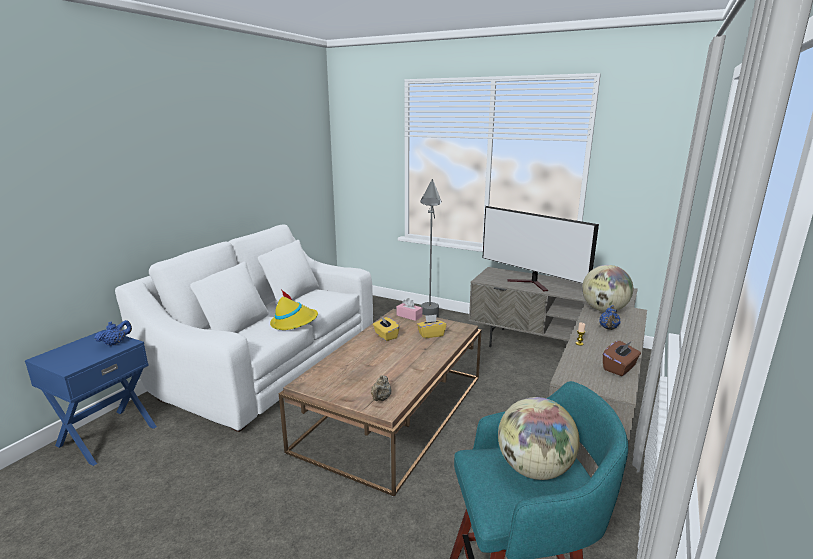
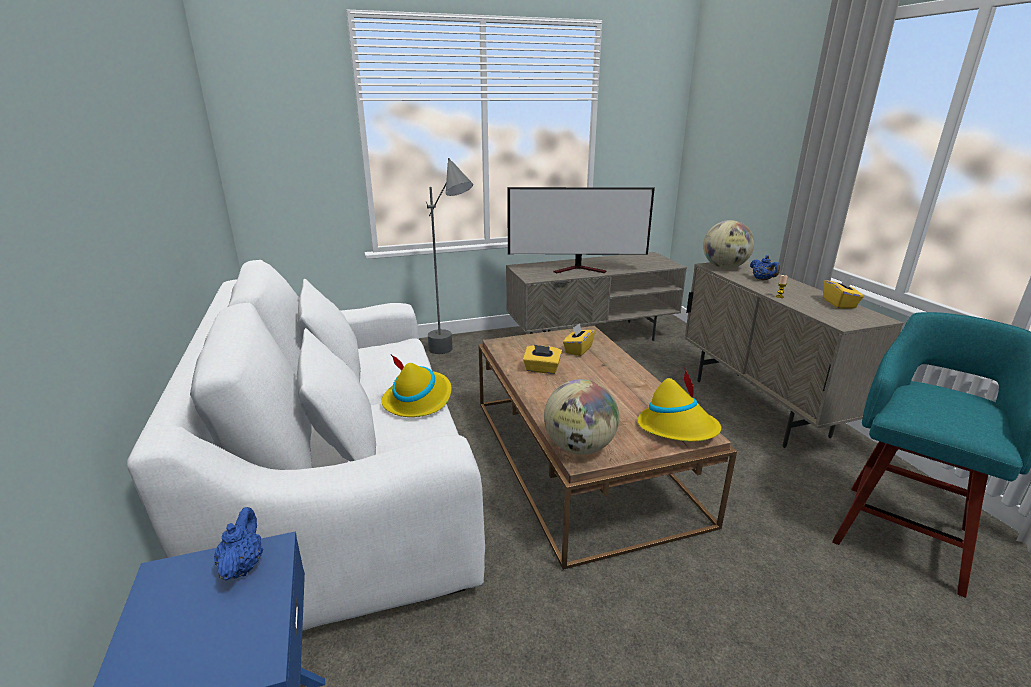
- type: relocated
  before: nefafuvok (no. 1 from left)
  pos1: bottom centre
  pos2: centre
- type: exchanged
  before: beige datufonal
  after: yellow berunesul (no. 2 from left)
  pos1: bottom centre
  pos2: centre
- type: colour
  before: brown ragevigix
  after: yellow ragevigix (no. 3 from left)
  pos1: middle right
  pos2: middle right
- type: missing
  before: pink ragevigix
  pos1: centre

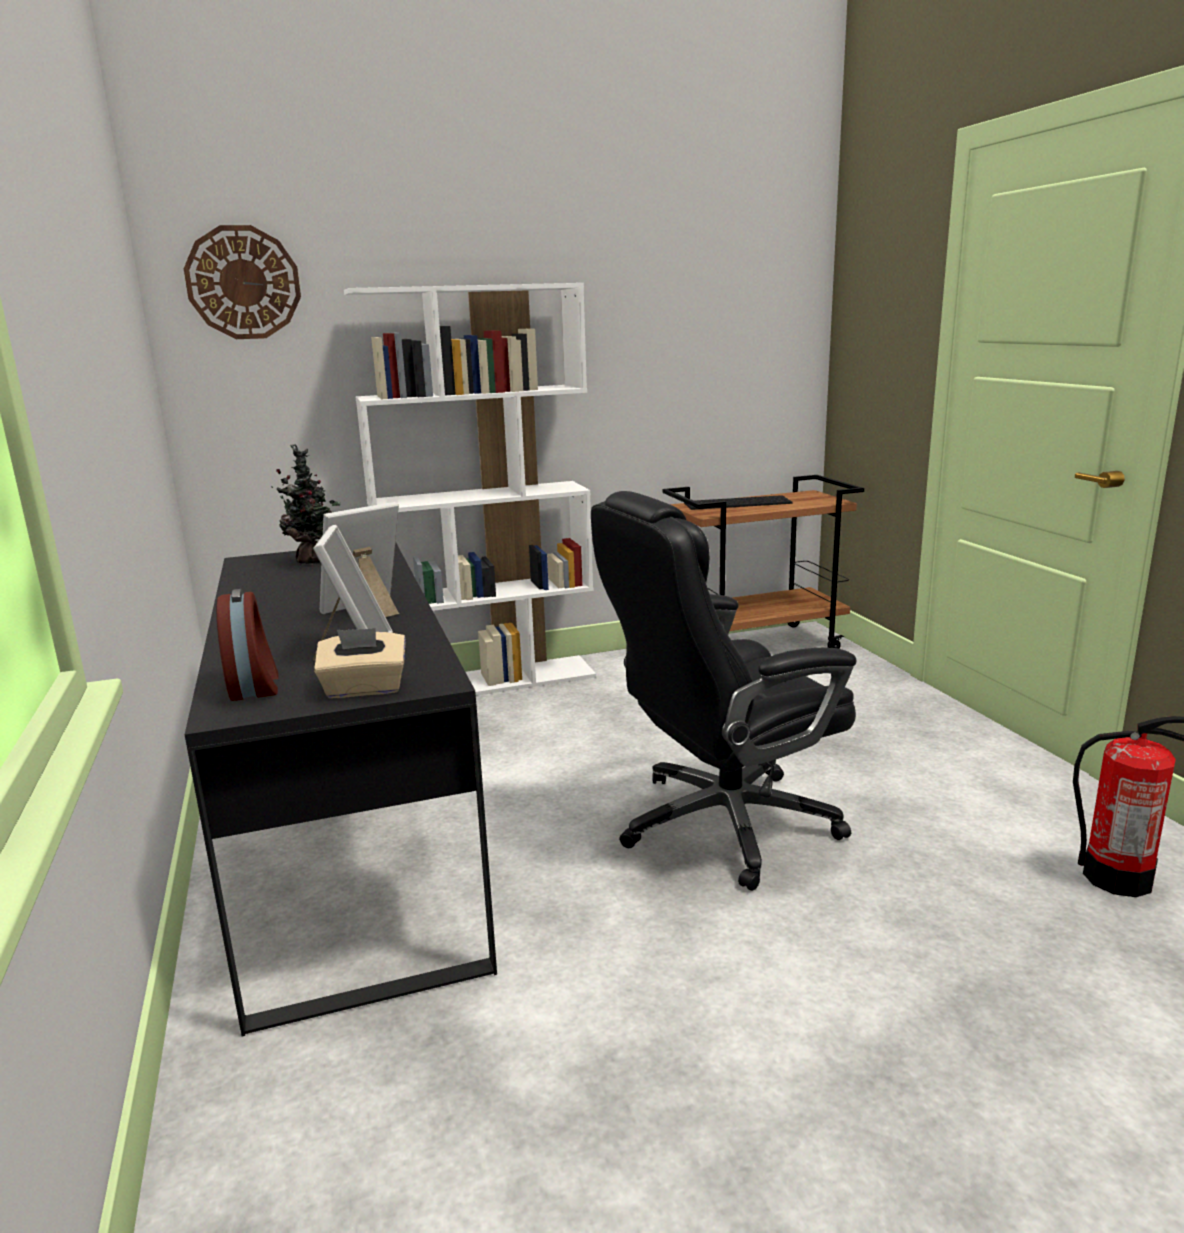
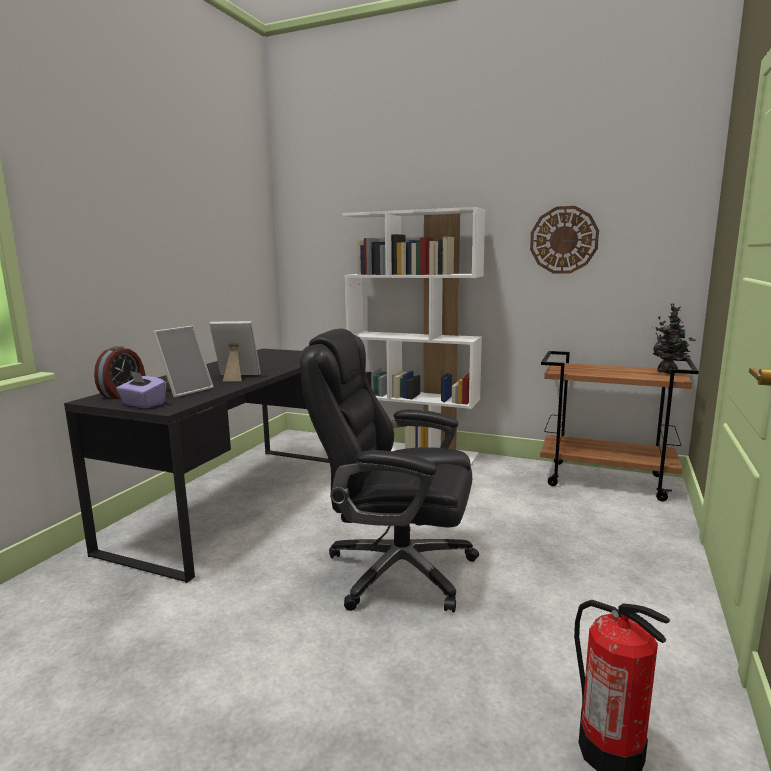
- type: colour
  before: beige ragevigix
  after: purple ragevigix
  pos1: middle left
  pos2: middle left
- type: relocated
  before: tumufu
  pos1: top left
  pos2: top right
- type: relocated
  before: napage
  pos1: middle left
  pos2: middle right
- type: missing
  before: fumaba
  pos1: centre

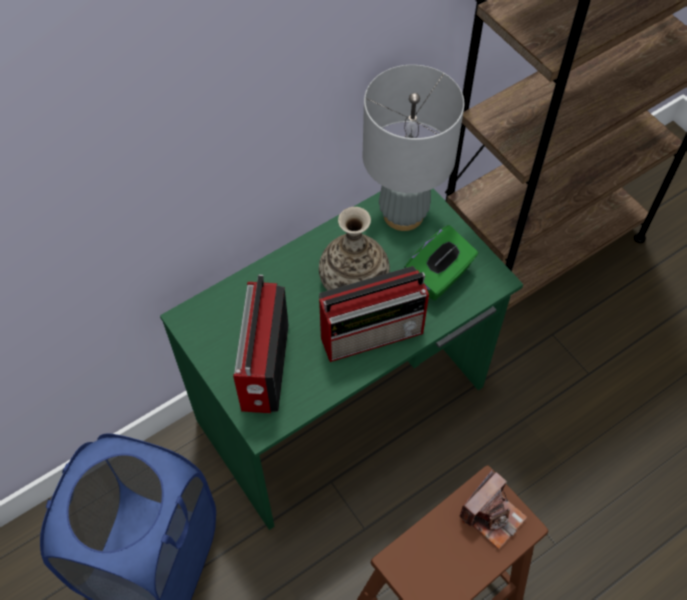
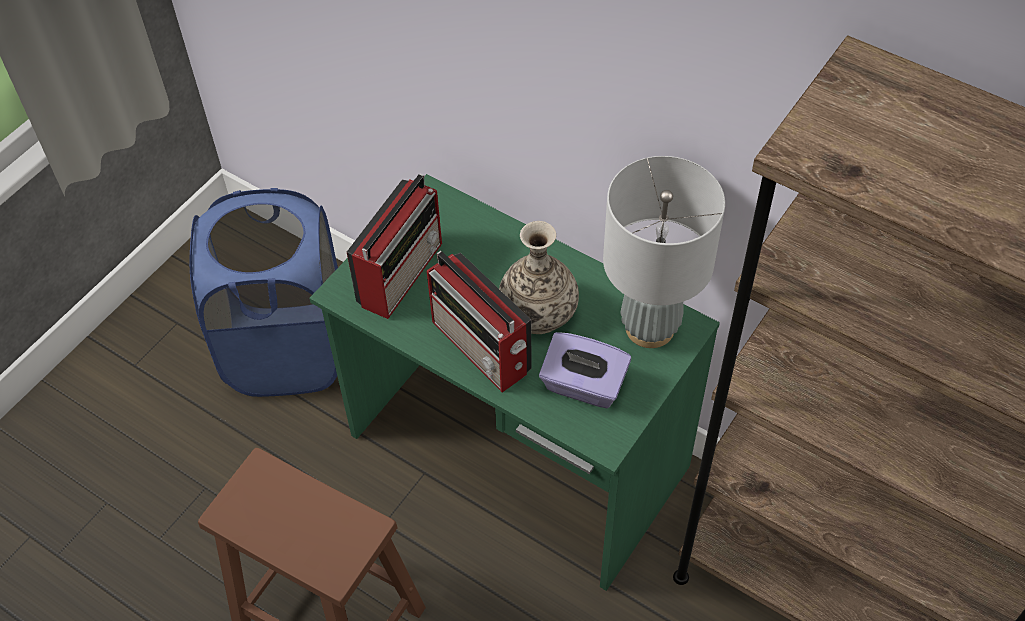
- type: spun
  before: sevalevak (no. 1 from left)
  pos1: centre
  pos2: centre
  turn: 135
- type: colour
  before: green ragevigix
  after: purple ragevigix
  pos1: centre
  pos2: centre
- type: missing
  before: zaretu
  pos1: bottom right

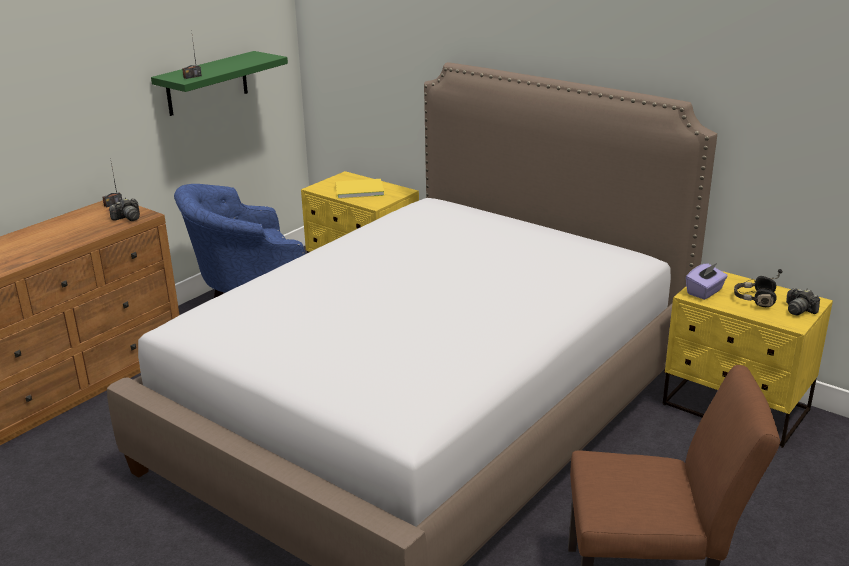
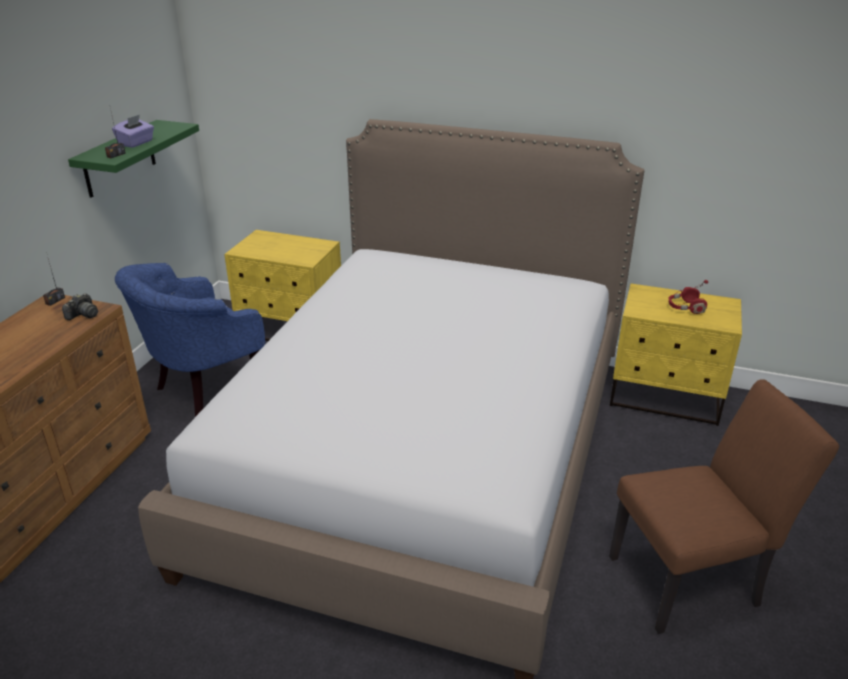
- type: relocated
  before: purple ragevigix
  pos1: middle right
  pos2: top left
- type: colour
  before: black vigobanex
  after: red vigobanex
  pos1: middle right
  pos2: middle right
- type: missing
  before: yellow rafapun
  pos1: centre
- type: missing
  before: zaretu (no. 2 from left)
  pos1: middle right

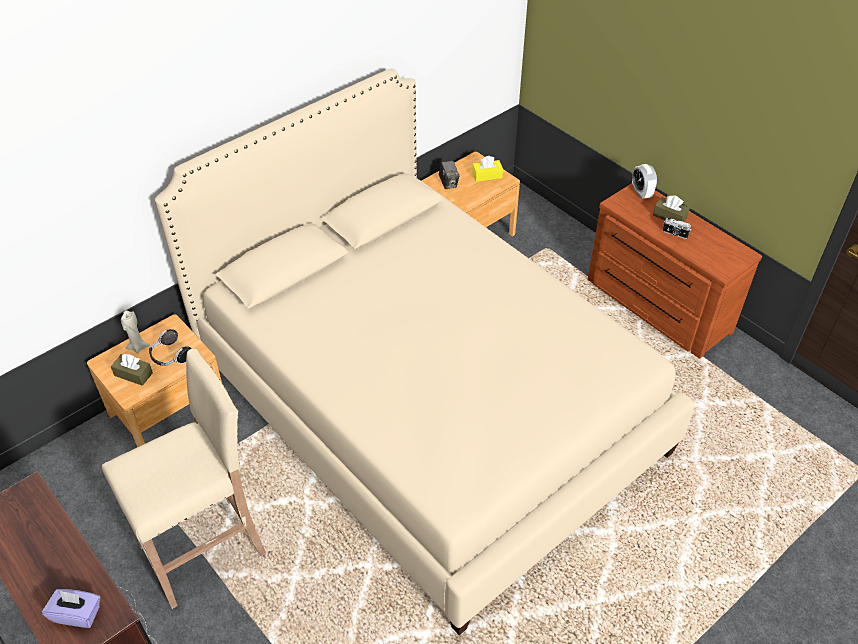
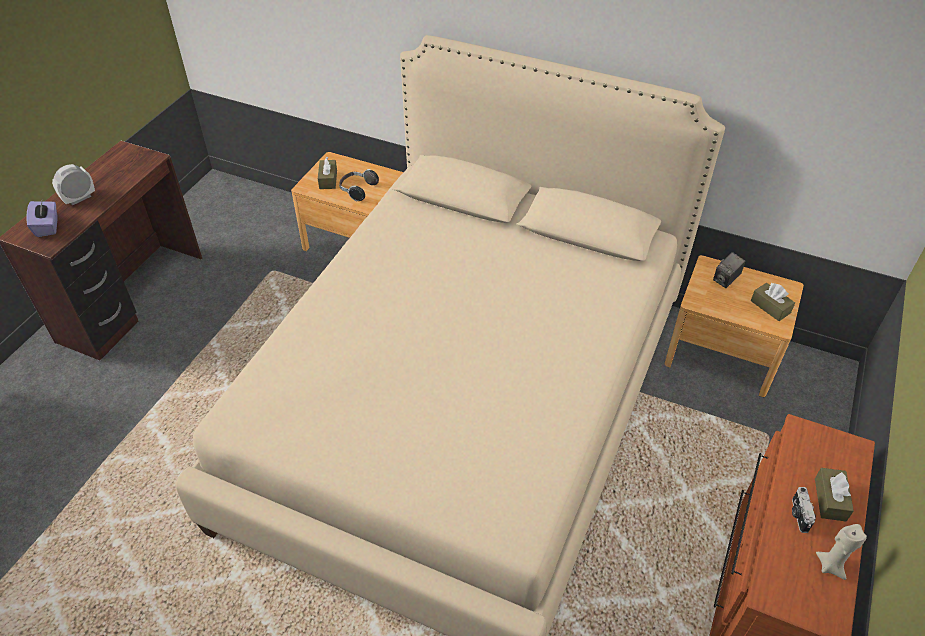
- type: relocated
  before: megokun
  pos1: top right
  pos2: top left
- type: colour
  before: yellow ragevigix
  after: brown ragevigix (no. 2 from left)
  pos1: top centre
  pos2: middle right
- type: relocated
  before: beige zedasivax
  pos1: middle left
  pos2: bottom right
- type: missing
  before: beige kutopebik
  pos1: bottom left

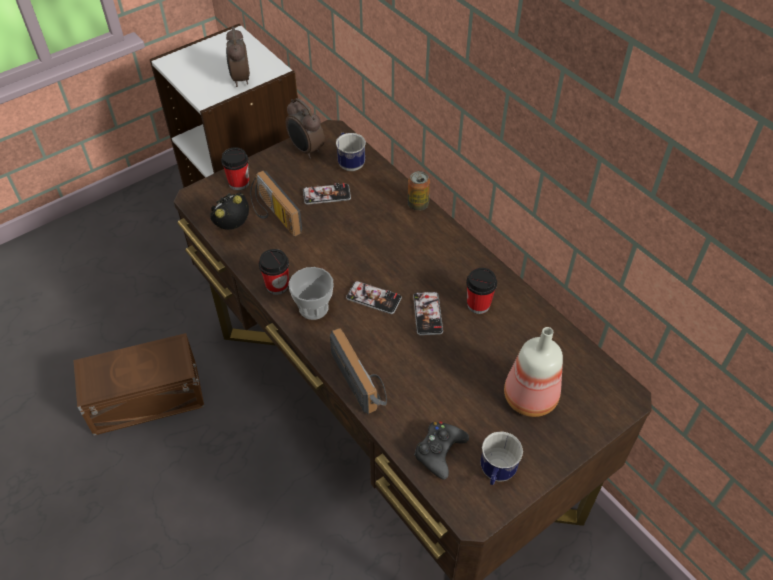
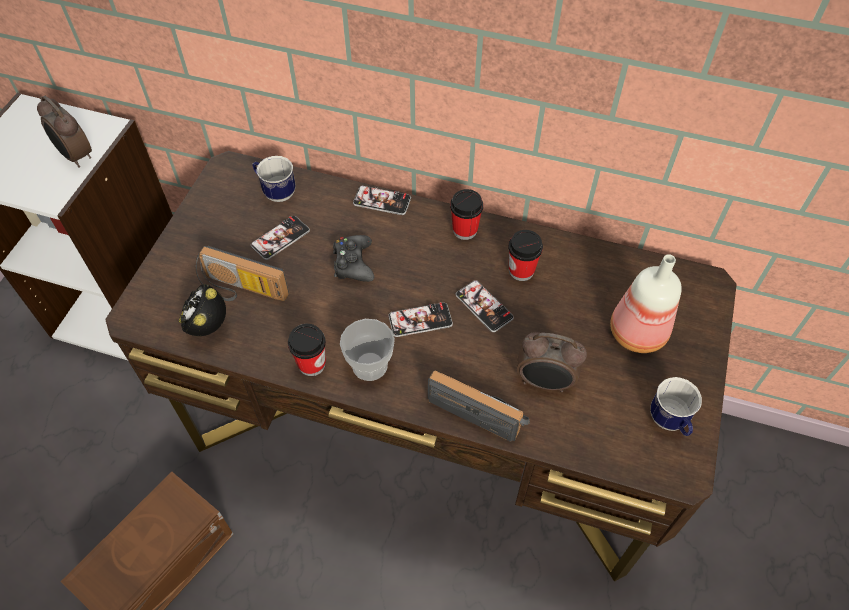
- type: relocated
  before: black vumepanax
  pos1: bottom centre
  pos2: centre
- type: exchanged
  before: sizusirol
  after: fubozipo (no. 2 from left)
  pos1: top centre
  pos2: top centre
- type: relocated
  before: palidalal (no. 1 from left in the first image)
  after: palidalal (no. 3 from left)
  pos1: top left
  pos2: centre
- type: relocated
  before: megokun (no. 3 from left)
  pos1: top centre
  pos2: centre

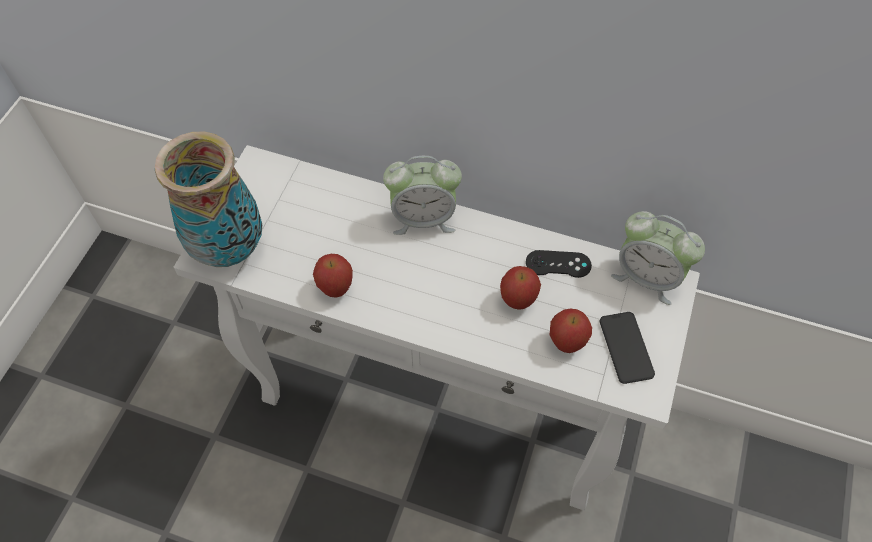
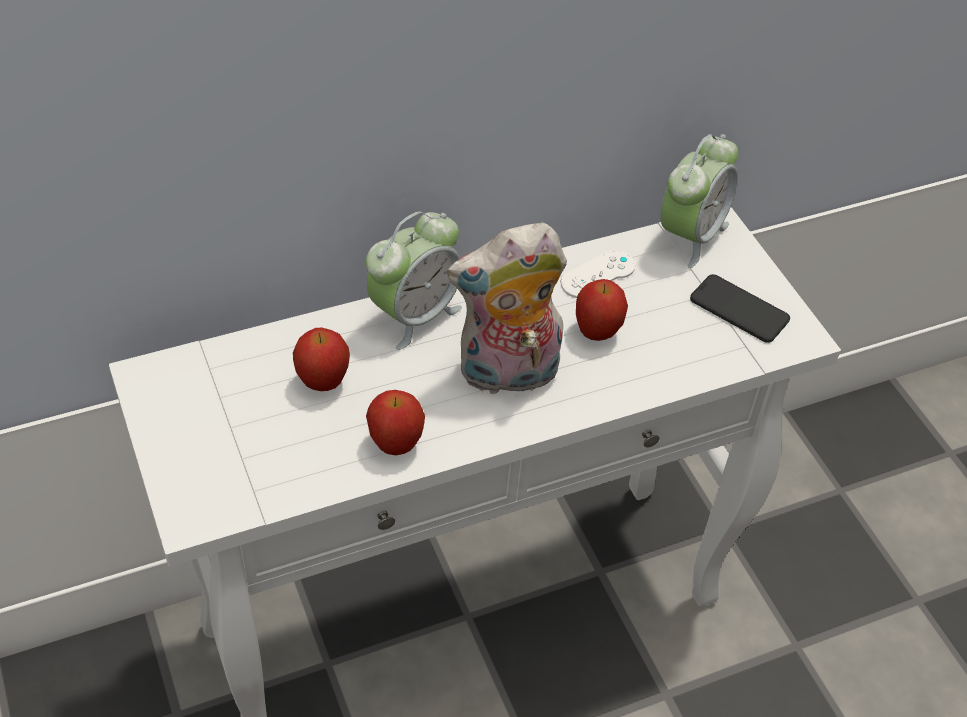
- type: relocated
  before: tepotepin (no. 3 from left in the first image)
  after: tepotepin (no. 1 from left)
  pos1: centre
  pos2: middle left
- type: appeared
  after: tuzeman
  pos2: centre
- type: colour
  before: black vumepanax
  after: white vumepanax
  pos1: centre
  pos2: centre
- type: spun
  before: megokun (no. 2 from left)
  pos1: middle right
  pos2: top right
  turn: -45
- type: missing
  before: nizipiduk
  pos1: middle left

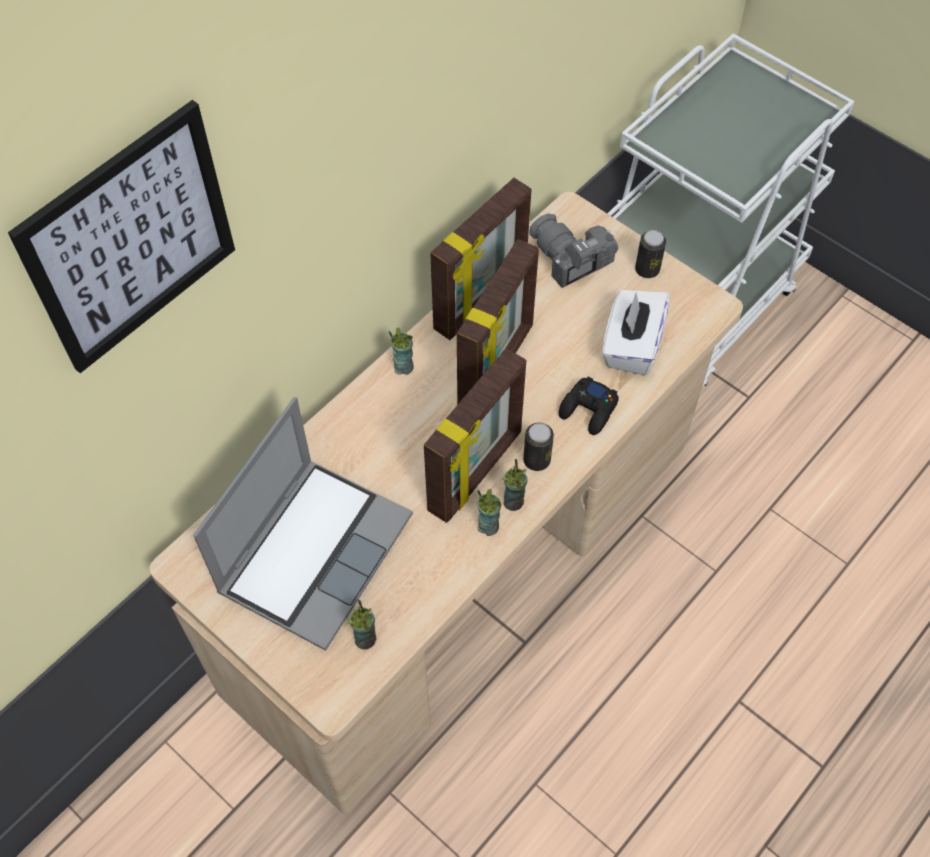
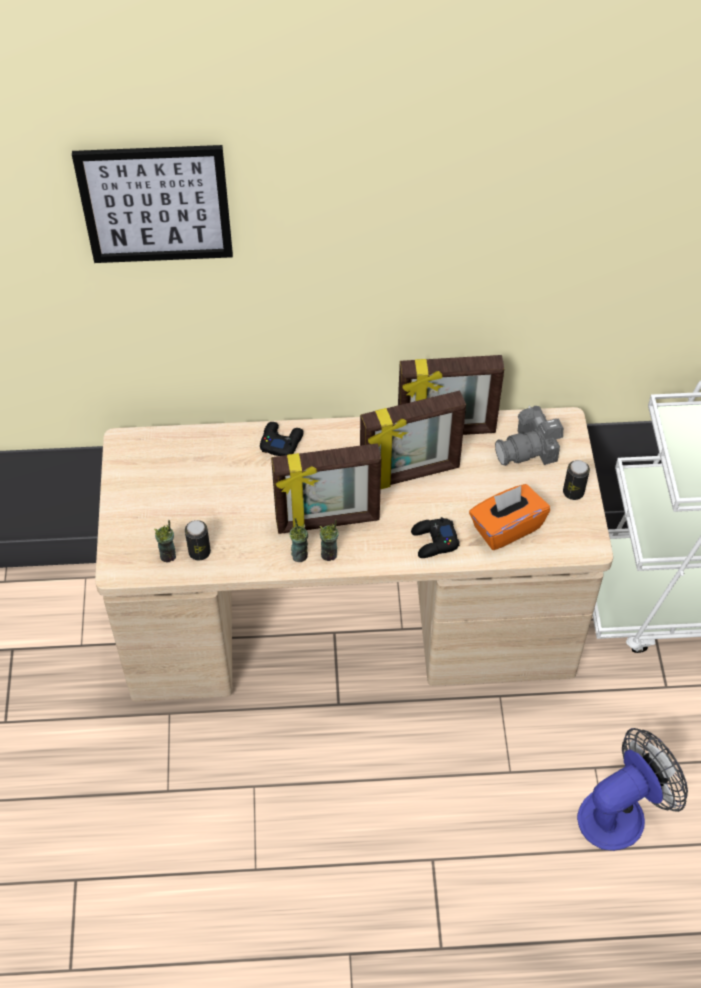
- type: relocated
  before: sizusirol (no. 1 from left)
  pos1: centre
  pos2: middle left
- type: appeared
  after: black vumepanax (no. 1 from left)
  pos2: centre
- type: colour
  before: white ragevigix
  after: orange ragevigix
  pos1: middle right
  pos2: middle right
- type: spun
  before: zaretu
  pos1: top centre
  pos2: middle right
  turn: -120
- type: appeared
  after: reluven
  pos2: bottom right
- type: missing
  before: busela
  pos1: middle left
- type: missing
  before: palidalal (no. 2 from left)
  pos1: centre

